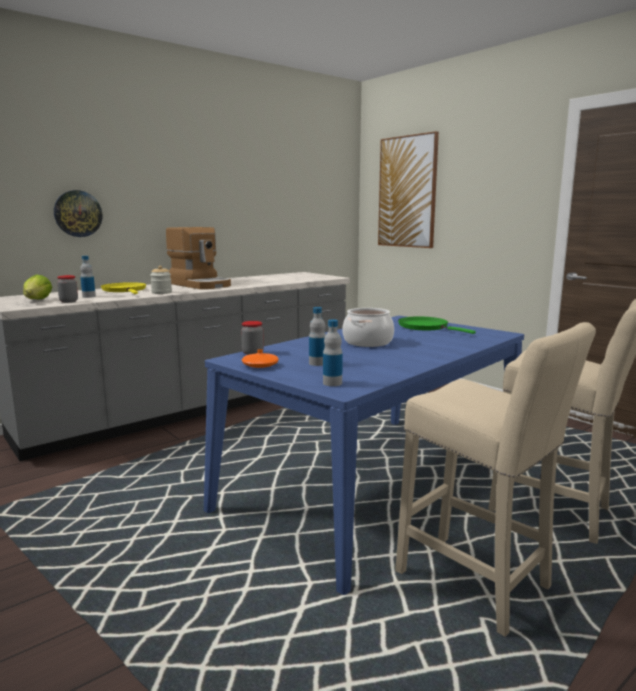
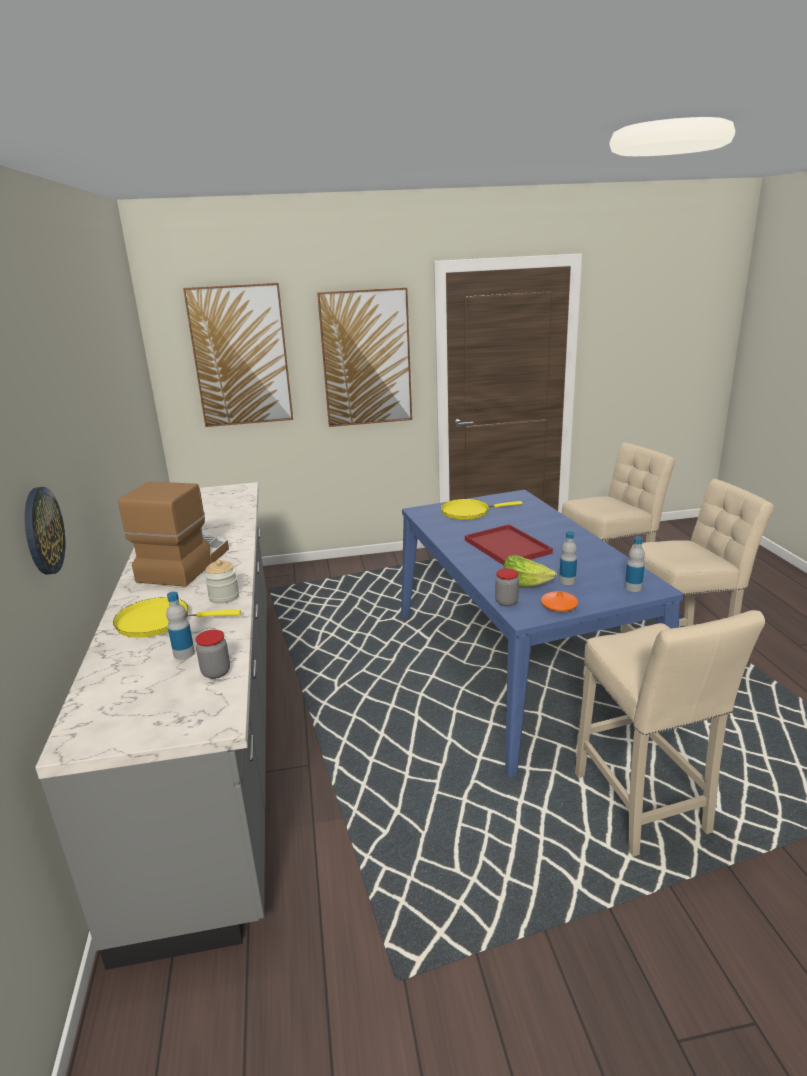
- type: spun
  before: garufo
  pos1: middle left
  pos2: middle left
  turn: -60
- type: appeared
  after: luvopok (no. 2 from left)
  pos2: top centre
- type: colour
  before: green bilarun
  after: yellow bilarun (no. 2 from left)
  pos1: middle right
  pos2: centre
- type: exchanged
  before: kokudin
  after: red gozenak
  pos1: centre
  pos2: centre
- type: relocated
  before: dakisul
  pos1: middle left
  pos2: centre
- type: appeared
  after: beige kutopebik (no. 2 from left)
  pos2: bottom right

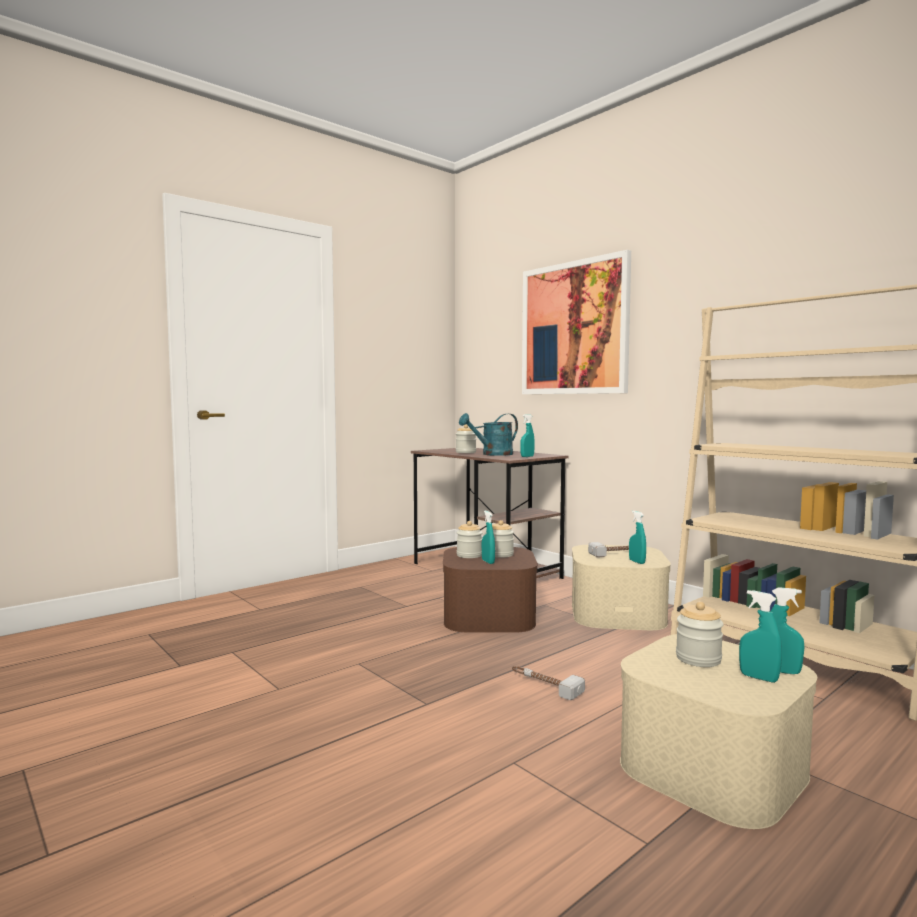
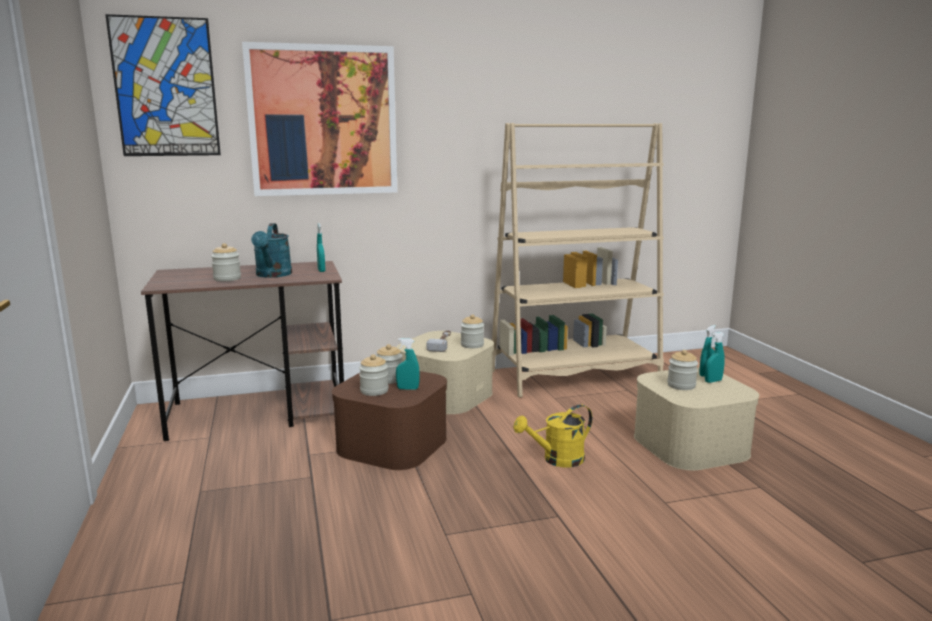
- type: appeared
  after: luvopok (no. 1 from left)
  pos2: top left
- type: exchanged
  before: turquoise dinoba (no. 3 from left)
  after: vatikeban (no. 4 from left)
  pos1: middle right
  pos2: centre
- type: exchanged
  before: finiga (no. 1 from left)
  after: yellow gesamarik
  pos1: bottom centre
  pos2: bottom centre

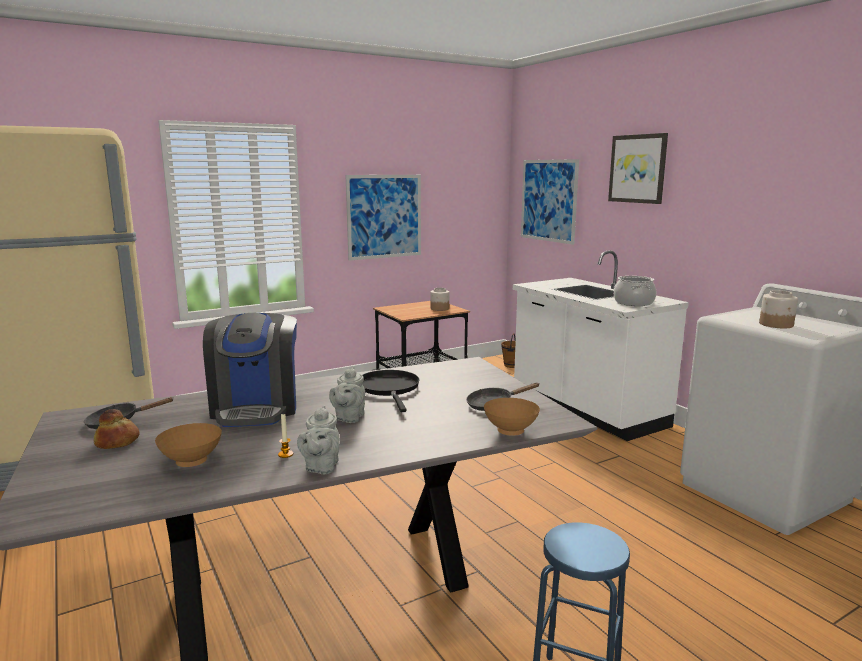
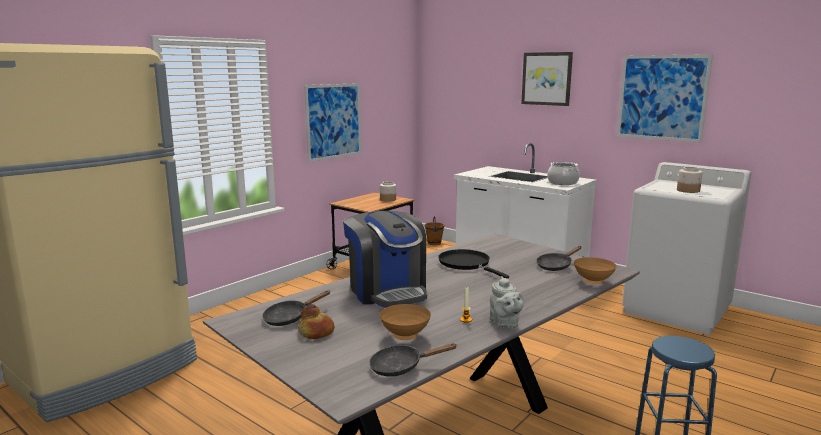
- type: appeared
  after: black bilarun (no. 2 from left)
  pos2: bottom centre
- type: relocated
  before: luvopok (no. 2 from left in the first image)
  after: luvopok (no. 3 from left)
  pos1: top centre
  pos2: top right
- type: missing
  before: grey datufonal (no. 2 from left)
  pos1: centre

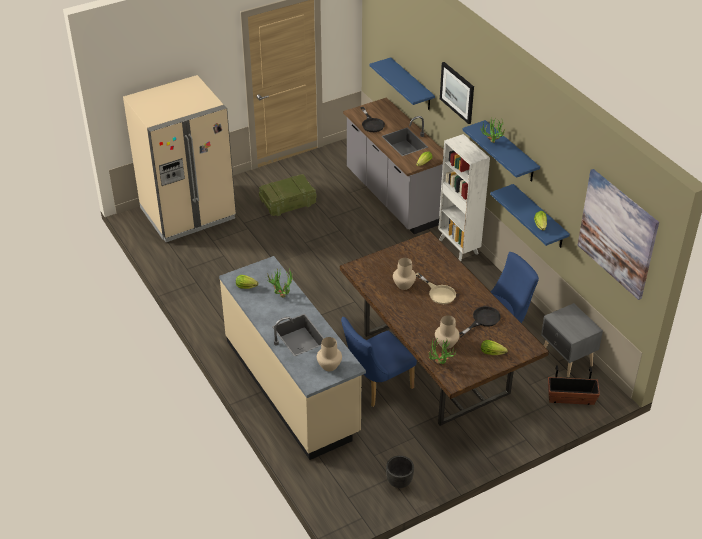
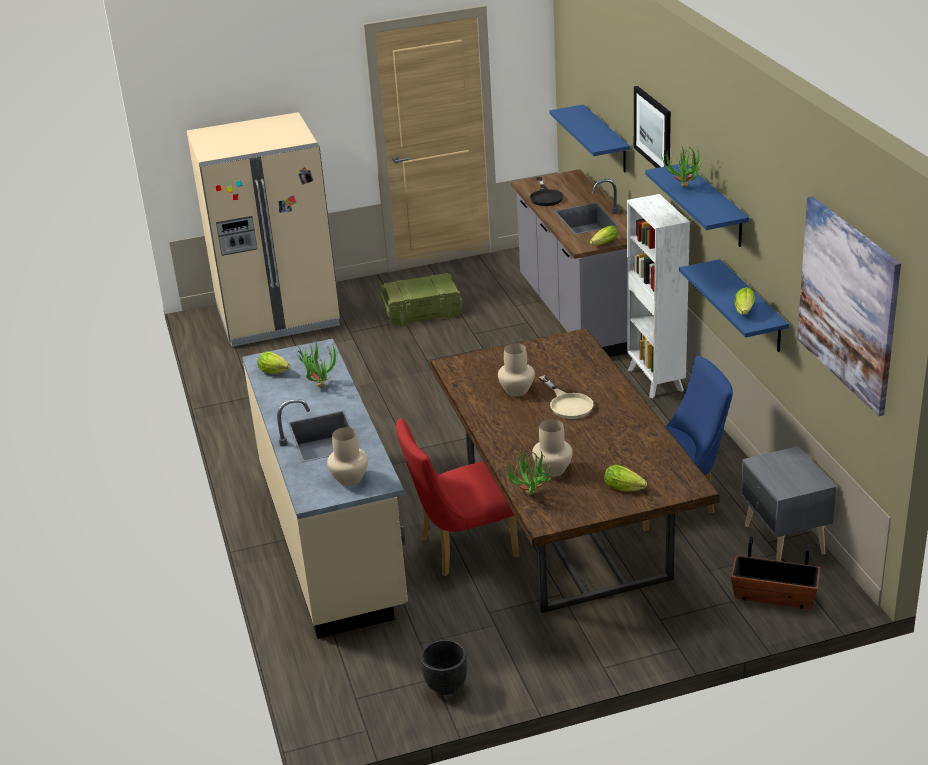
- type: colour
  before: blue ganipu (no. 1 from left)
  after: red ganipu
  pos1: bottom centre
  pos2: centre
- type: missing
  before: black bilarun (no. 2 from left)
  pos1: middle right

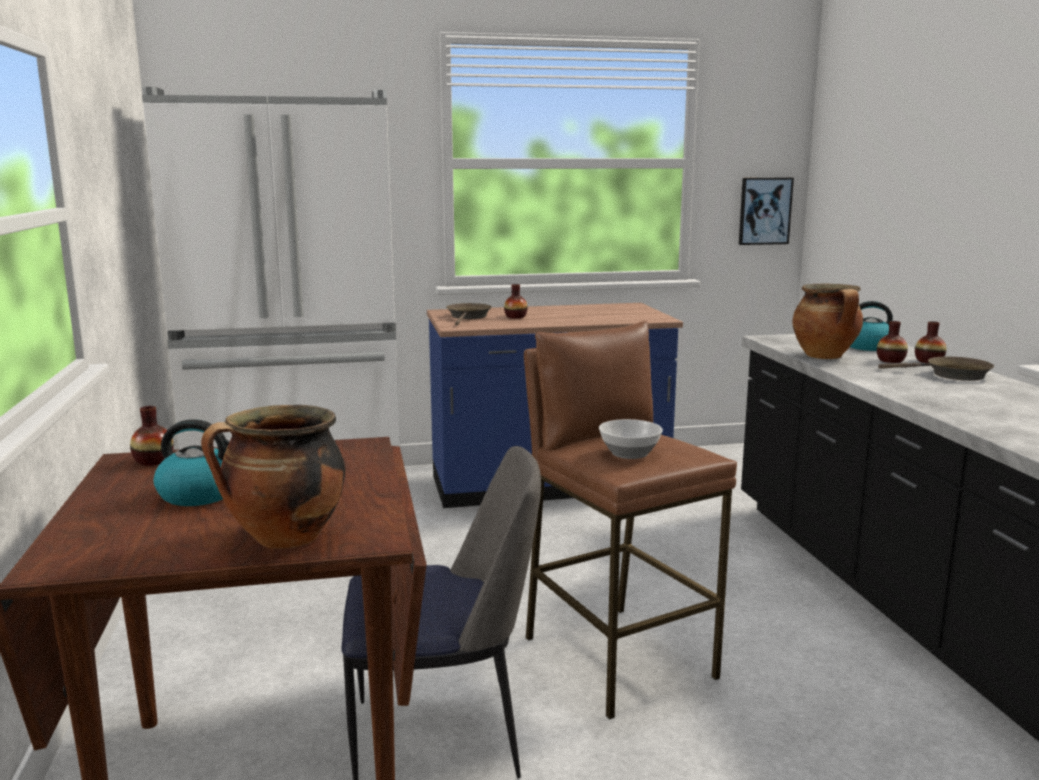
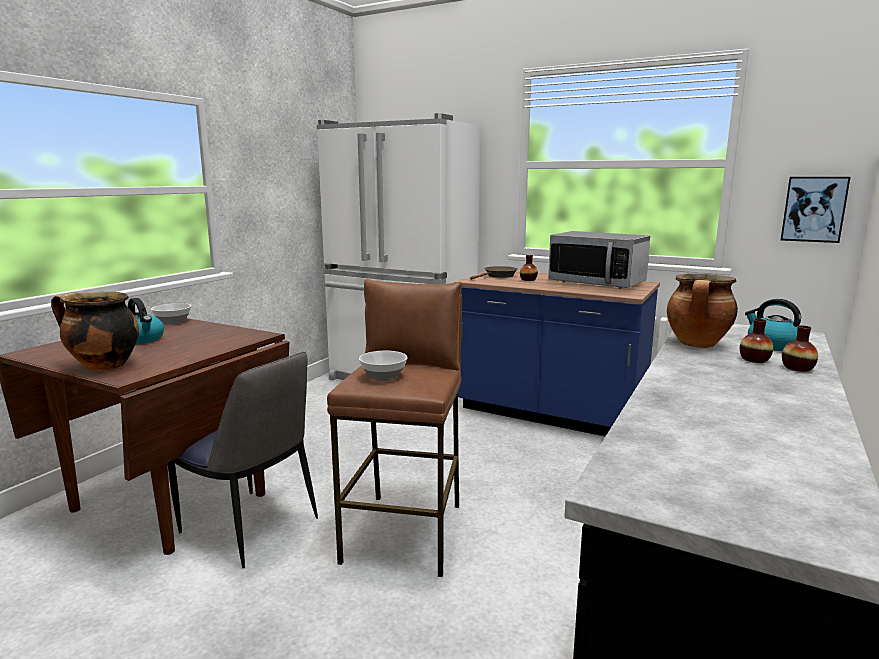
- type: exchanged
  before: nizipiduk (no. 1 from left)
  after: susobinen (no. 1 from left)
  pos1: middle left
  pos2: middle left
- type: appeared
  after: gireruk
  pos2: middle right
- type: missing
  before: brown bilarun (no. 2 from left)
  pos1: middle right

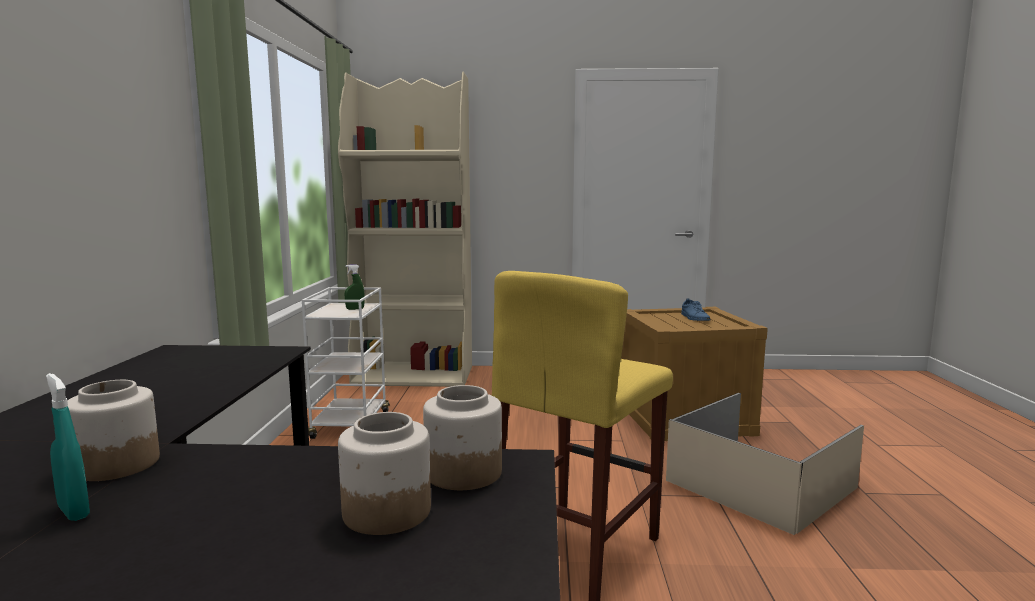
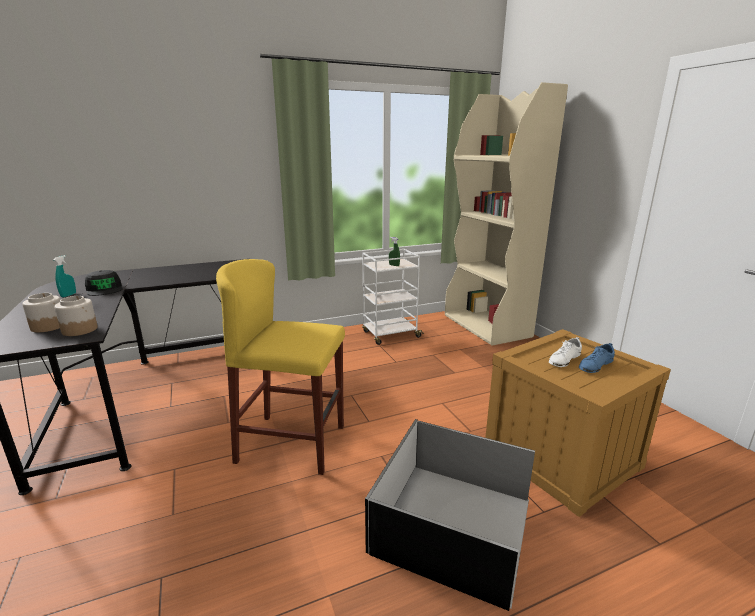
- type: exchanged
  before: vatikeban (no. 1 from left)
  after: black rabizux
  pos1: bottom left
  pos2: middle left
- type: colour
  before: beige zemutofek
  after: black zemutofek
  pos1: bottom right
  pos2: bottom centre
- type: appeared
  after: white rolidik
  pos2: middle right

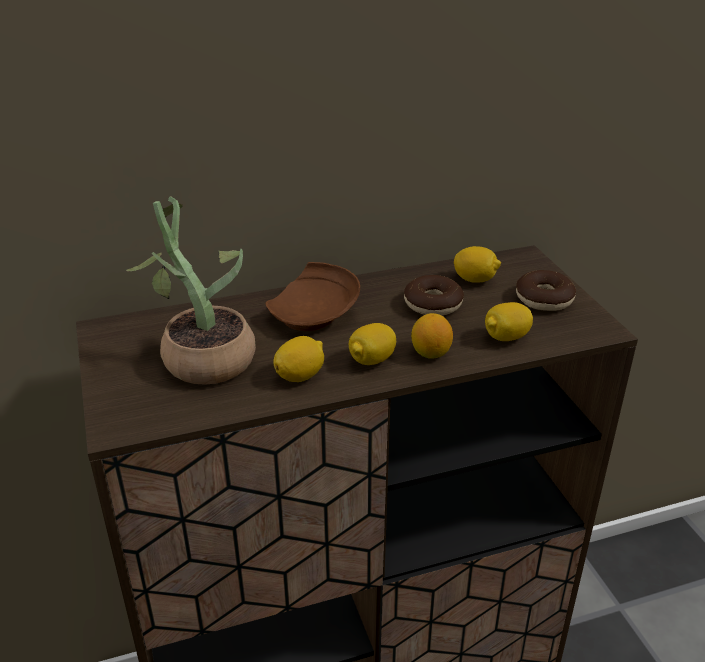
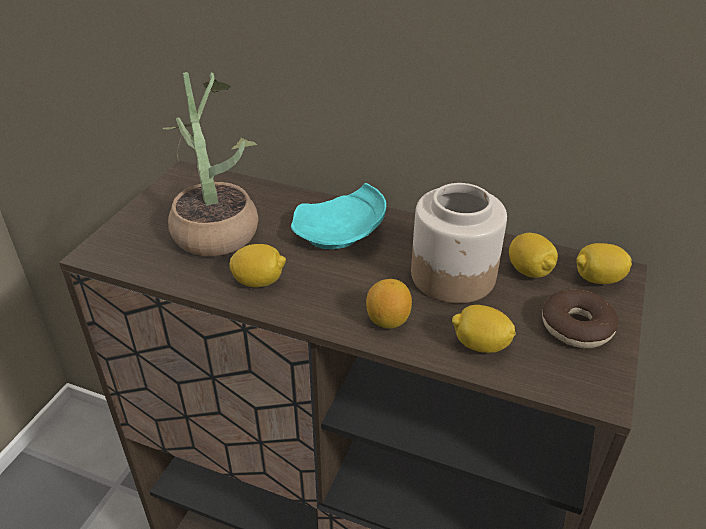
- type: colour
  before: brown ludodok
  after: turquoise ludodok
  pos1: centre
  pos2: centre
- type: exchanged
  before: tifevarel (no. 1 from left)
  after: vatikeban
  pos1: centre
  pos2: centre
- type: relocated
  before: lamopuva (no. 2 from left in the first image)
  after: lamopuva (no. 5 from left)
  pos1: centre
  pos2: middle right

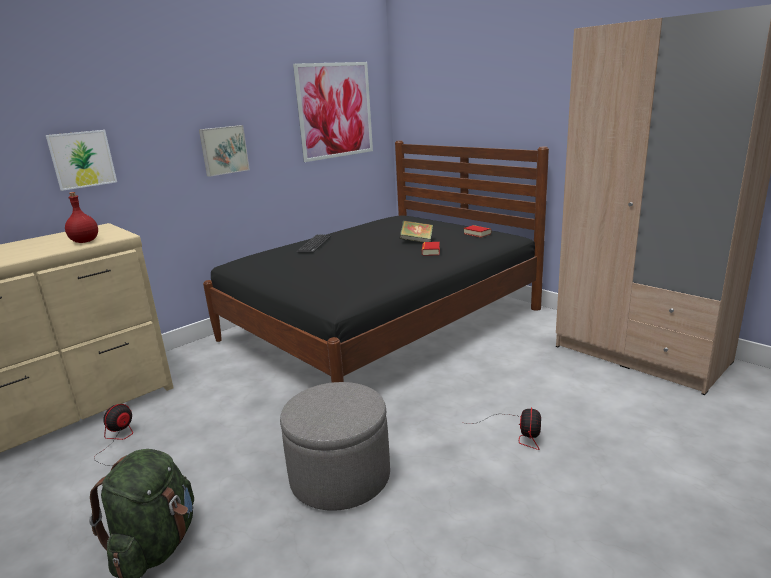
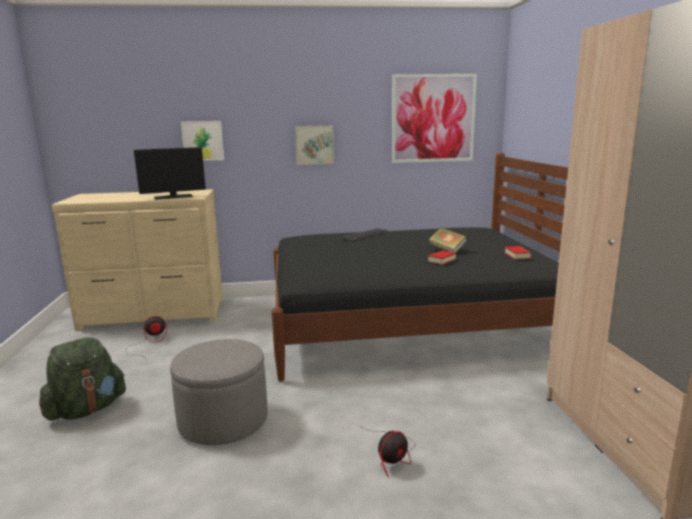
- type: exchanged
  before: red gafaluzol
  after: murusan
  pos1: middle left
  pos2: middle left

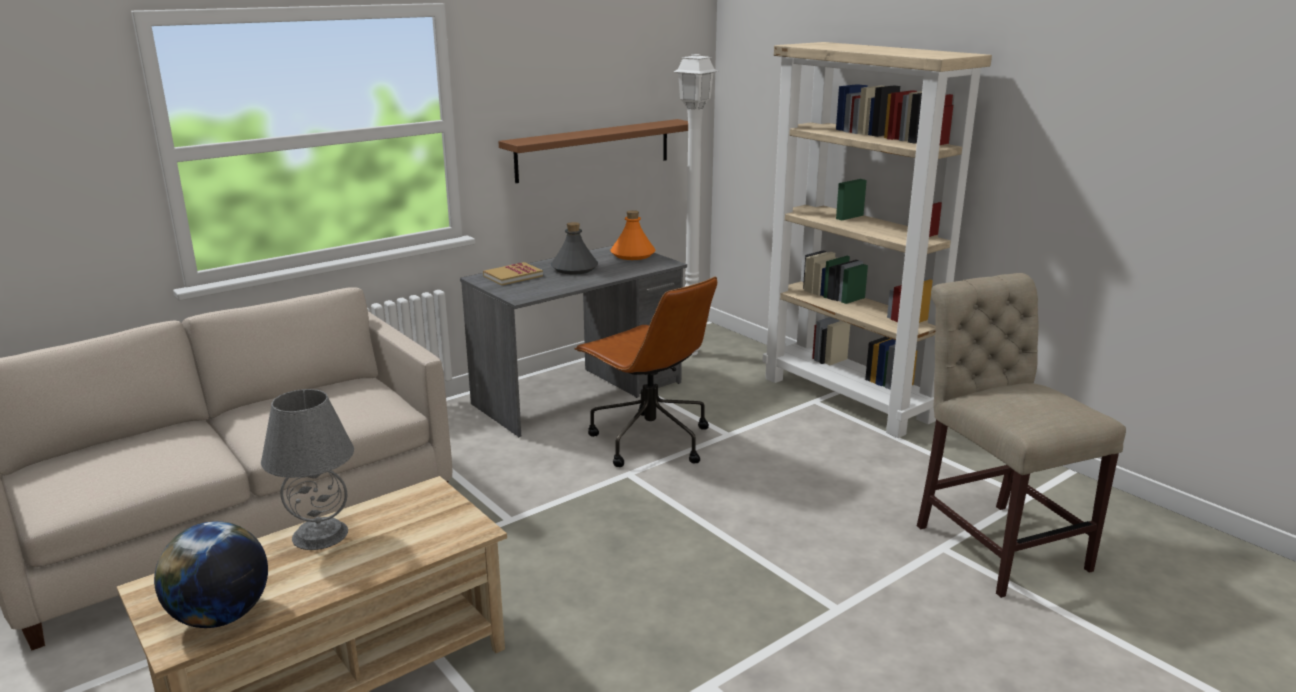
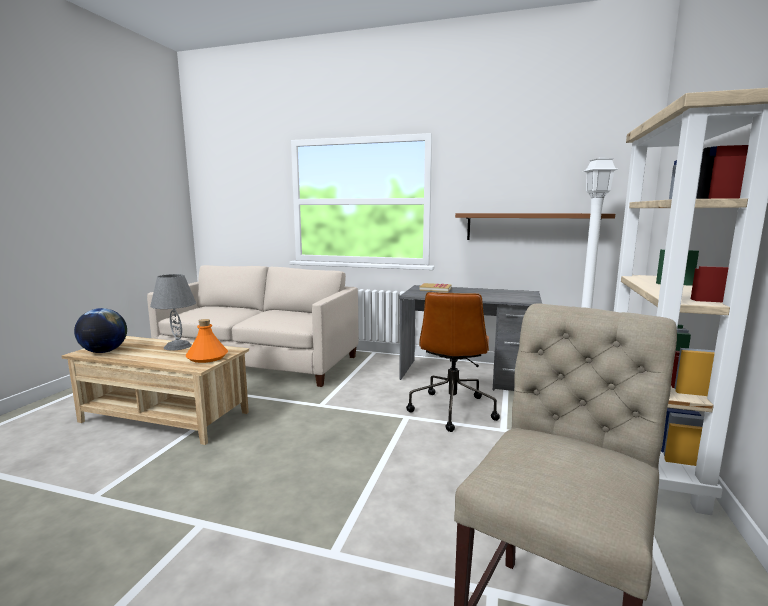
- type: relocated
  before: orange gafaluzol
  pos1: centre
  pos2: middle left
- type: missing
  before: grey gafaluzol
  pos1: centre

